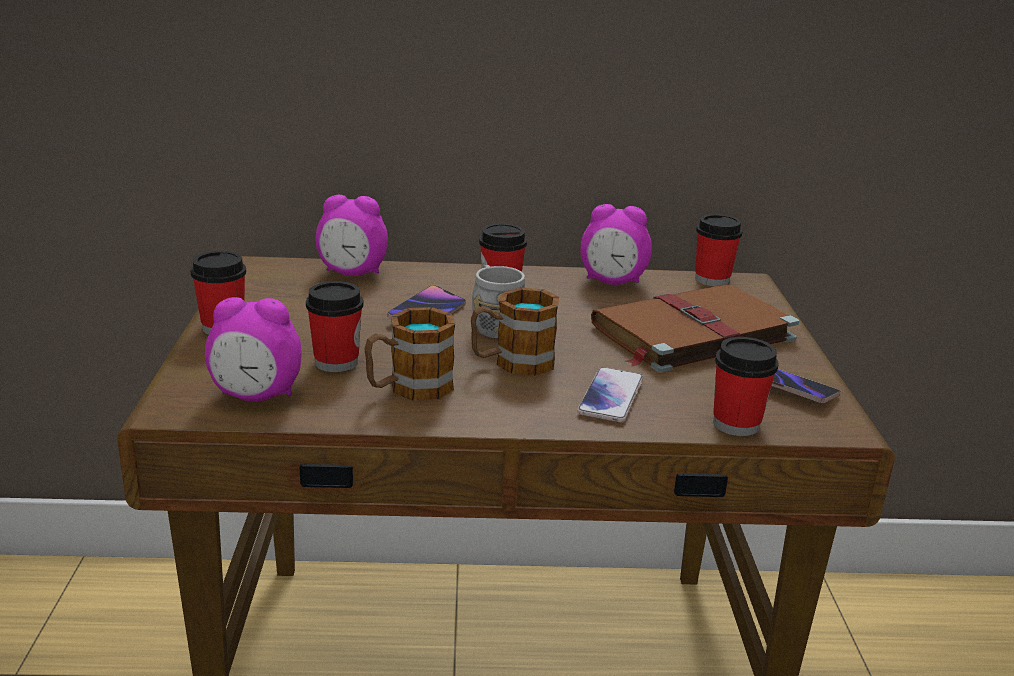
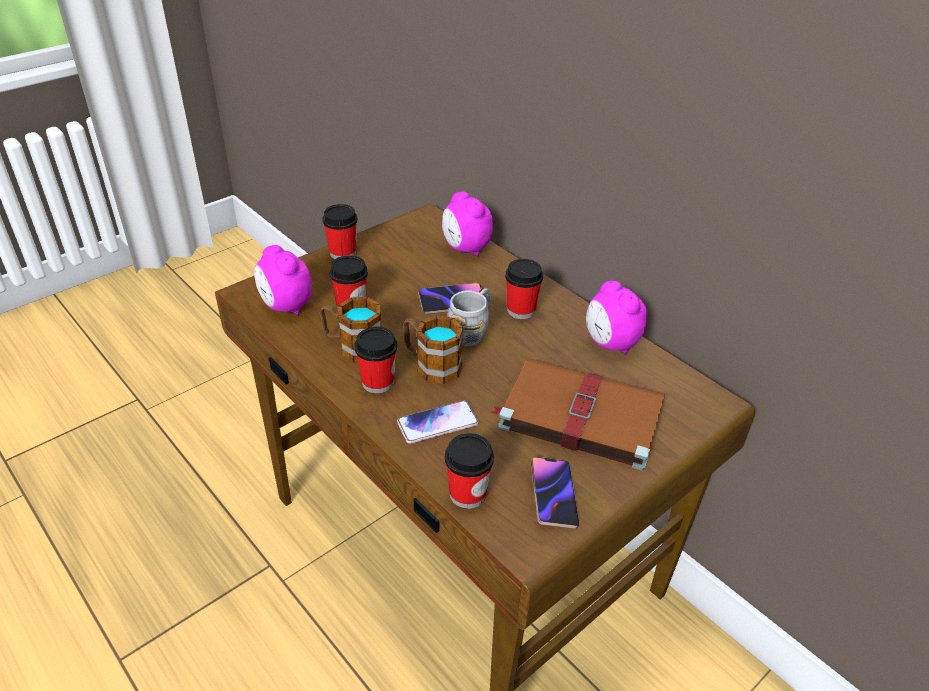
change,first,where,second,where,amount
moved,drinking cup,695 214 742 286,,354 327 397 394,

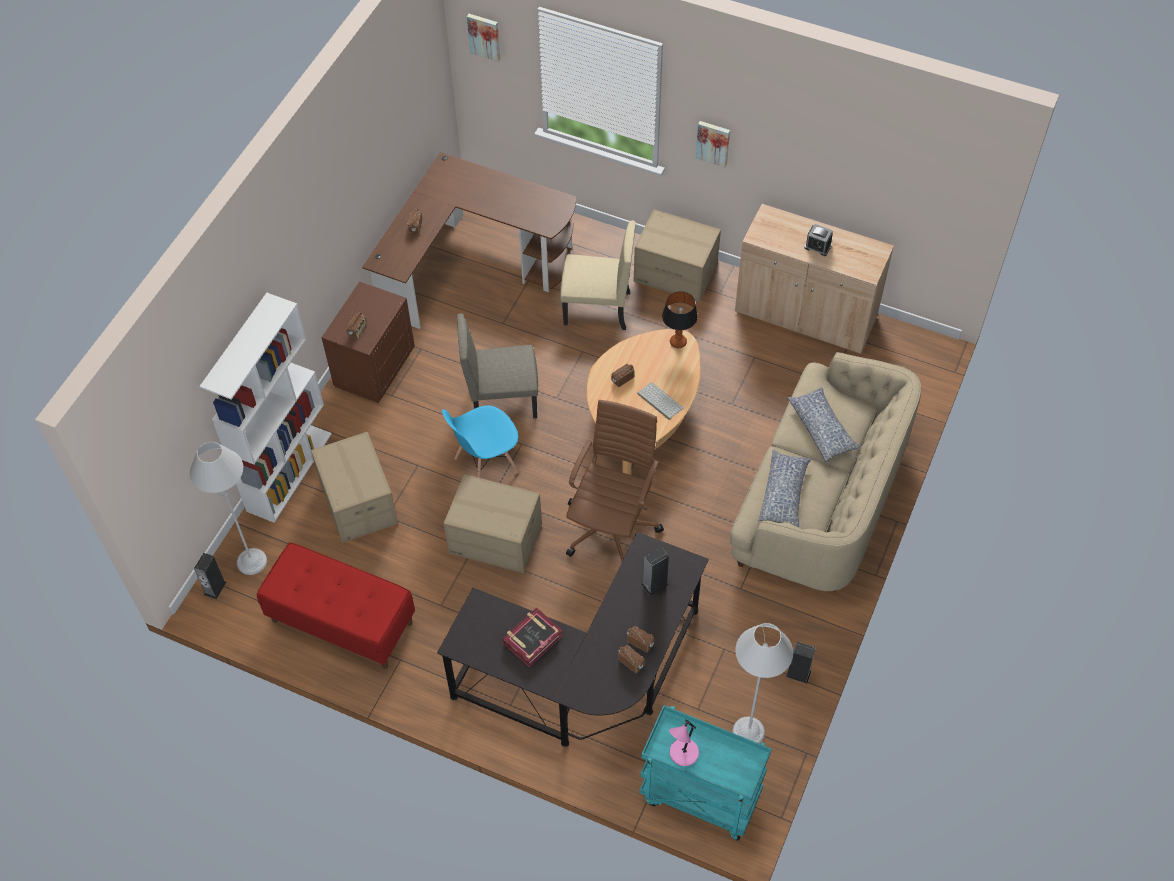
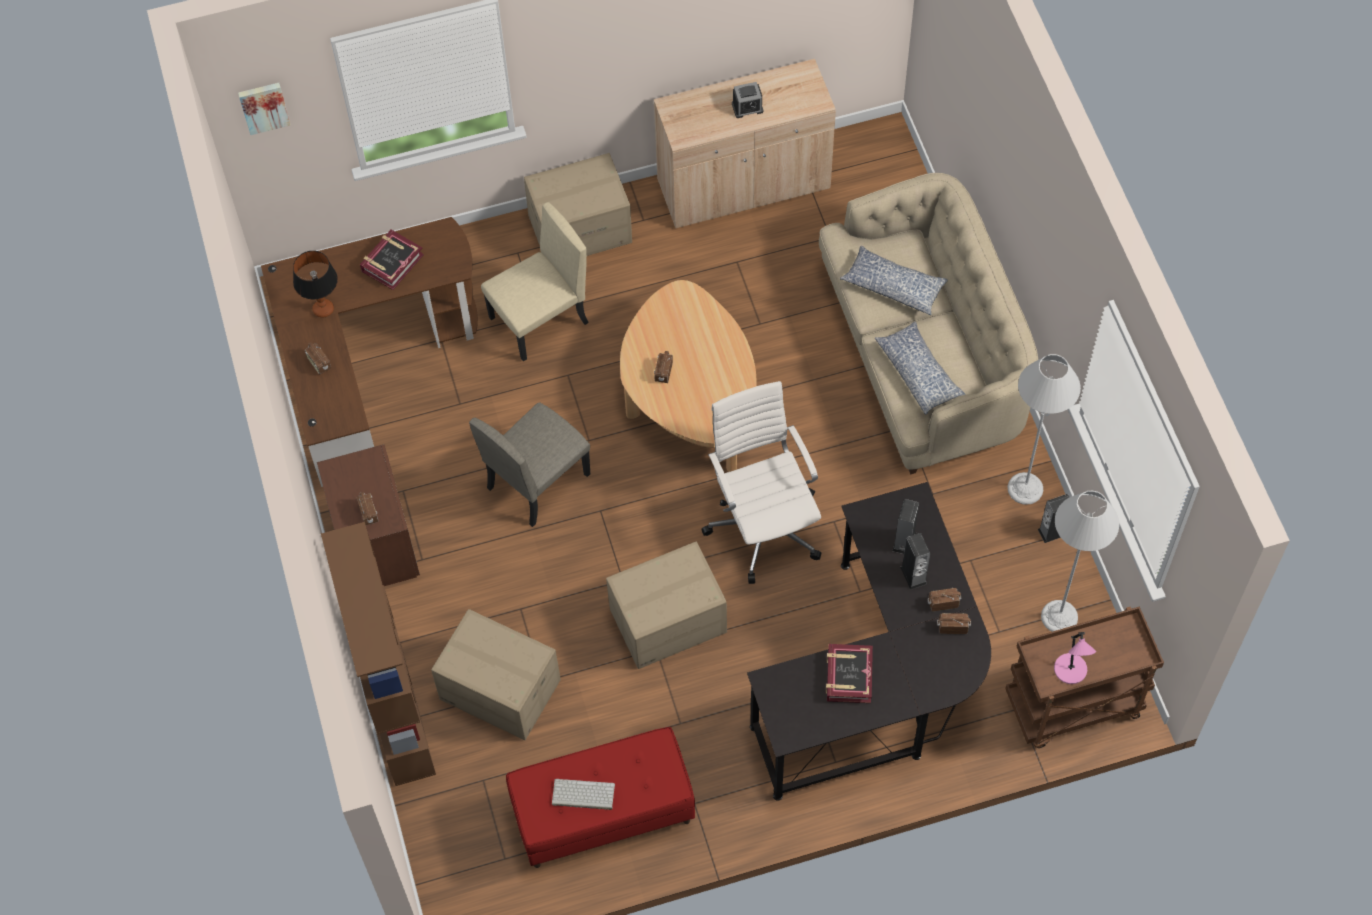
change,first,where,second,where,amount
moved,grey standard lamp,190 442 267 575,,1007 354 1081 504,
moved,audio speaker,194 553 226 599,,900 533 930 590,
recoloured,white bookcase,200 293 331 523,brown-coloured bookcase,321 522 436 786,
removed,blue chair,442 405 519 478,,,
recoloured,brown-coloured computer chair,566 400 664 561,white computer chair,701 381 821 584,
moved,keyboard,637 382 684 420,,552 779 615 810,
recoloured,blue-green cart,640 705 772 841,brown-coloured cart,1005 607 1164 748,
moved,table lamp,662 291 698 348,,293 251 338 317,
removed,wall art,696 121 730 168,,,
added,,,bound book,360 230 424 290,

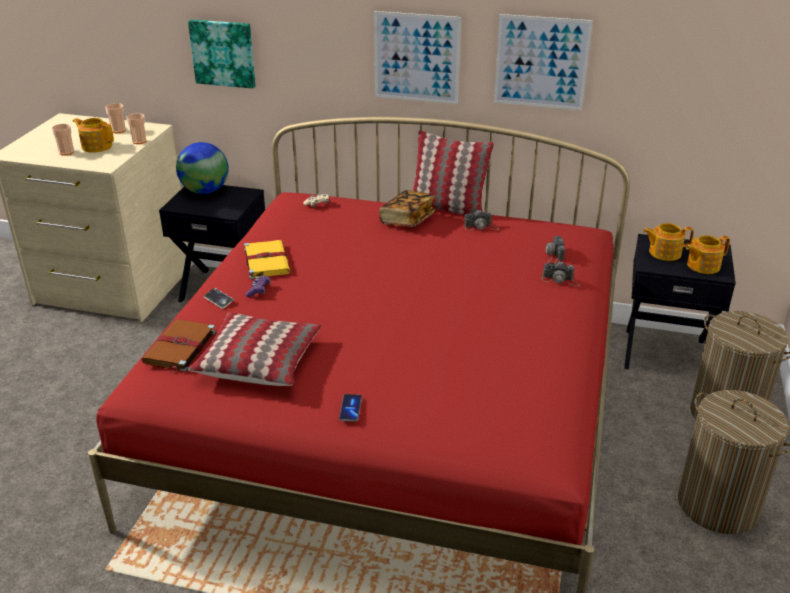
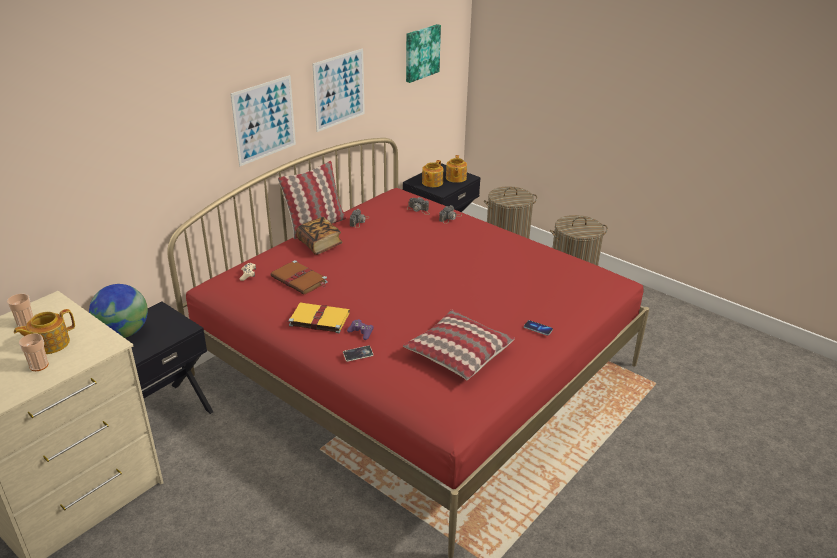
change,first,where,second,where,amount
removed,drinking cup,126 113 147 144,,,
moved,brown-coloured bound book,142 319 216 374,,271 260 328 295,
moved,wall art,188 19 256 89,,406 24 441 83,

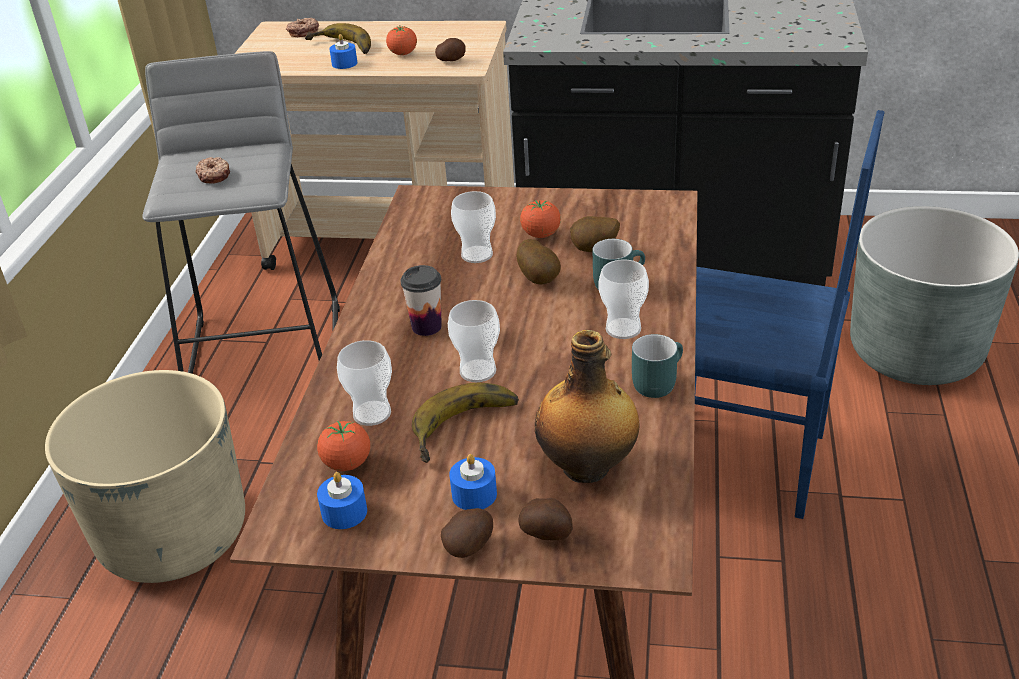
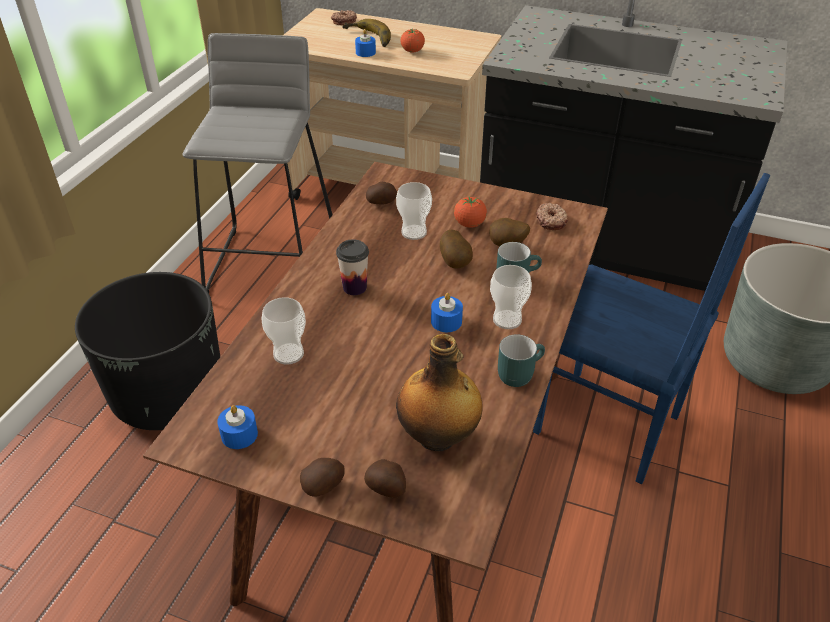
change,first,where,second,where,amount
recoloured,beige-coloured plant pot,45 370 245 583,blackish plant pot,75 272 220 430,
moved,ring doughnut,195 157 230 183,,536 203 568 230,
removed,tomato,317 421 370 471,,,
removed,banana,412 383 519 463,,,
moved,potato,435 38 466 61,,366 182 397 205,
removed,drinking cup,448 300 500 382,,,
moved,blue candle,449 454 497 510,,431 293 463 332,

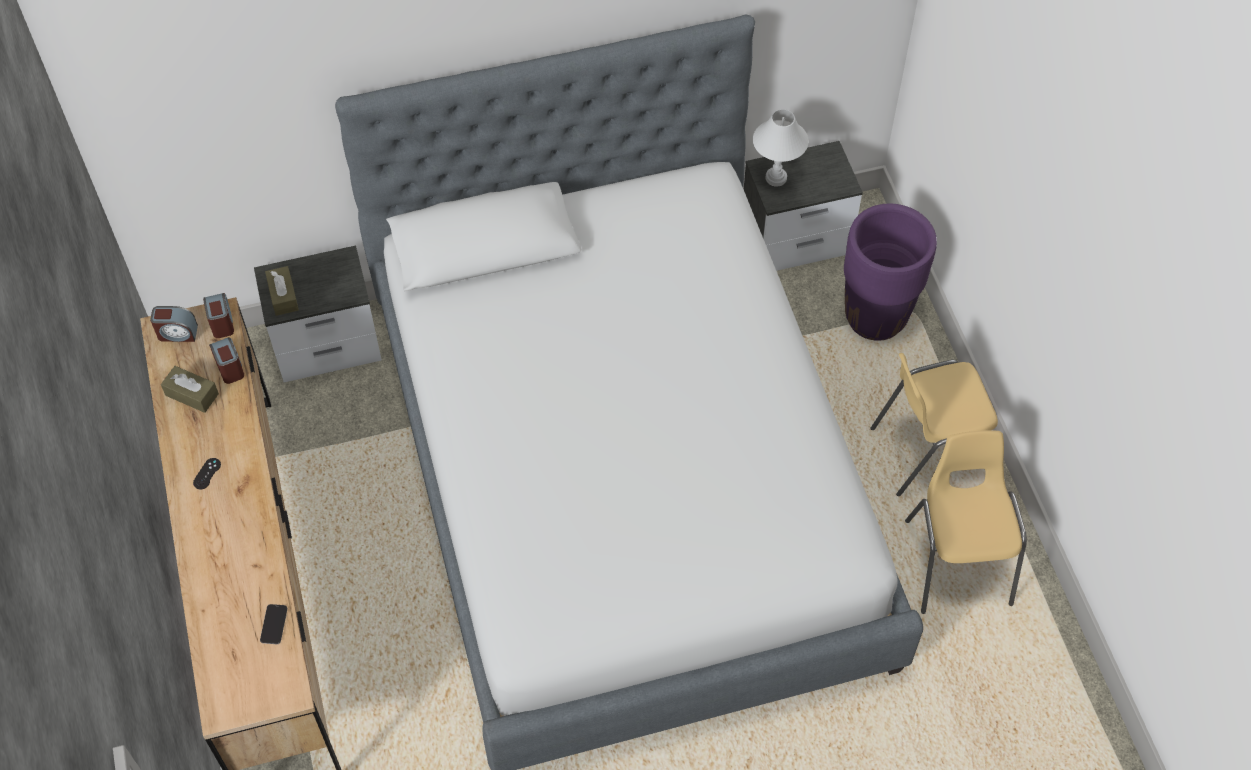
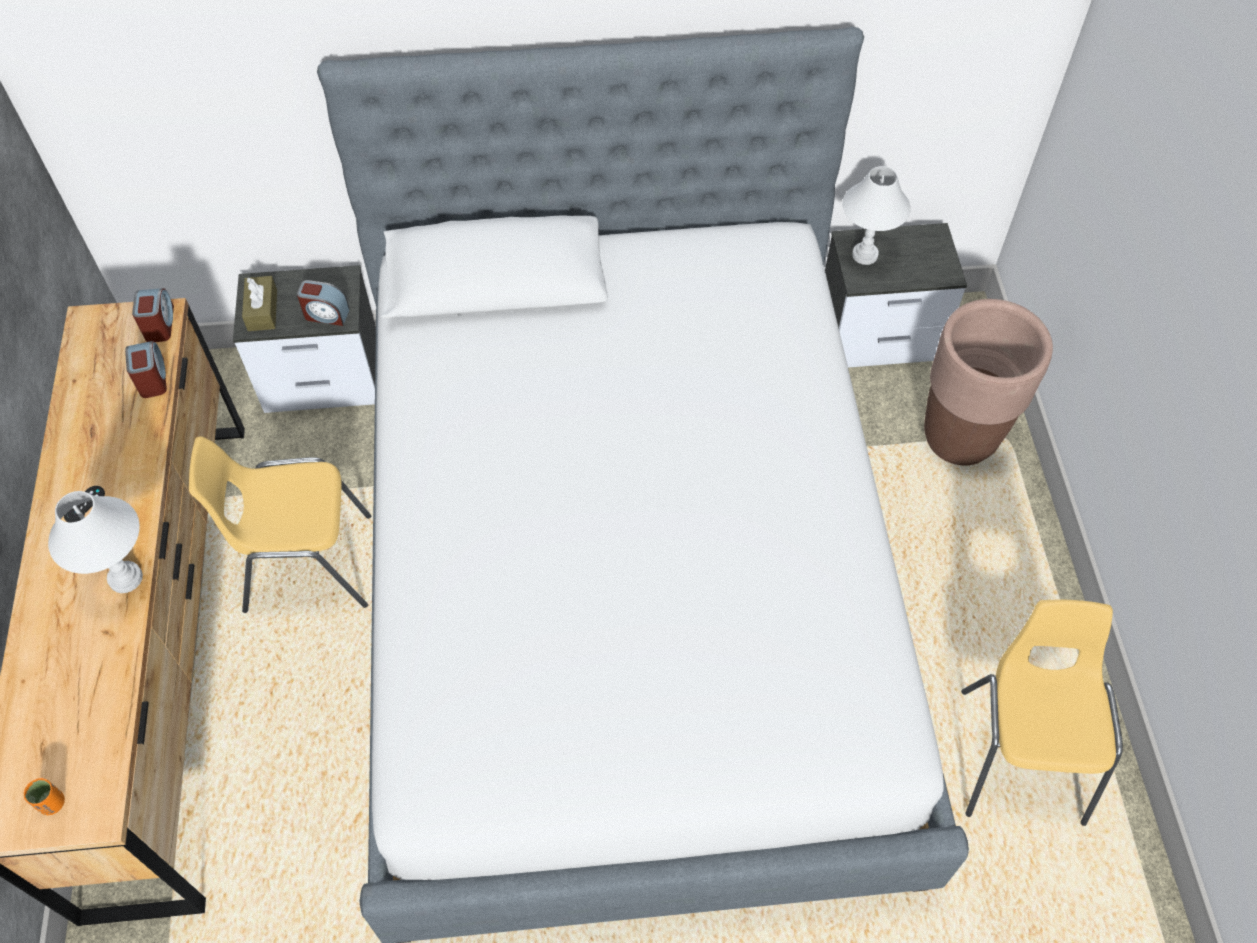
change,first,where,second,where,amount
moved,table clock,150 306 198 342,,297 280 350 326,
removed,brown-coloured tissue box,161 366 219 413,,,
removed,handset,260 604 287 644,,,
recoloured,purple-coloured plant pot,844 204 937 341,brown-coloured plant pot,924 299 1053 465,
moved,yellow chair,870 353 998 496,,189 436 371 613,
added,,,orange drinking cup,24 778 65 815,
added,,,white table lamp,48 491 143 593,

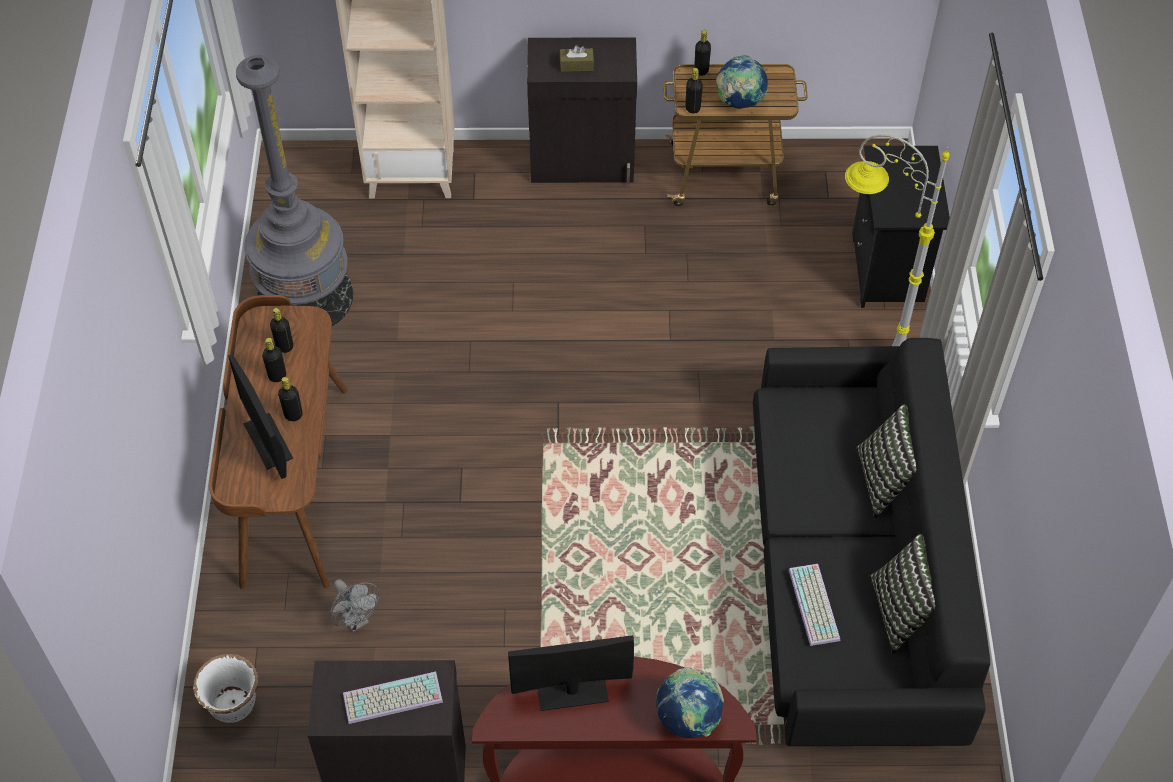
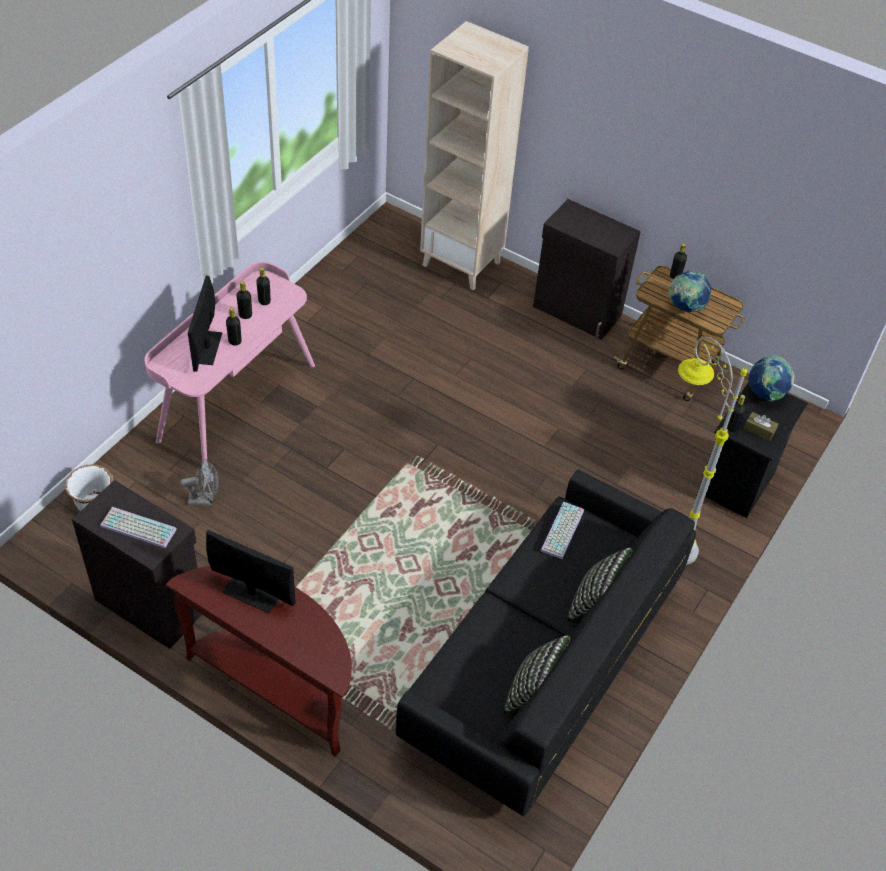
change,first,where,second,where,amount
recoloured,brown-coloured desk table,209 295 348 589,pink desk table,145 262 315 463,
removed,grey standard lamp,236 55 353 326,,,
turned,grey electric fan,330 579 379 632,,180 460 219 505,90 degrees counterclockwise
moved,brown-coloured tissue box,560 45 594 72,,744 412 778 441,
moved,globe,656 667 724 738,,749 356 794 402,
moved,blackish beverage bottle,685 68 703 114,,727 395 746 432,
moved,keyboard,789 564 840 646,,541 502 584 559,

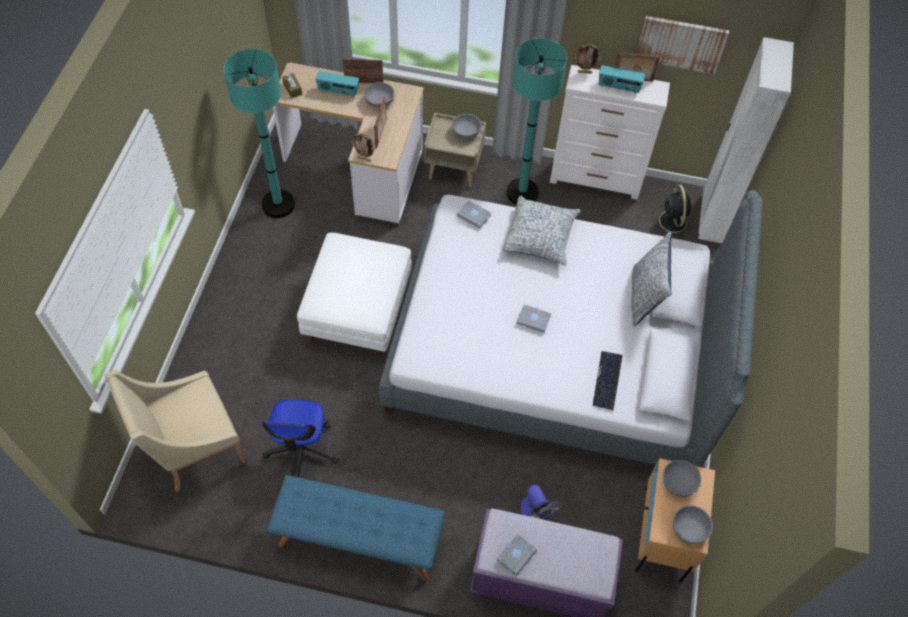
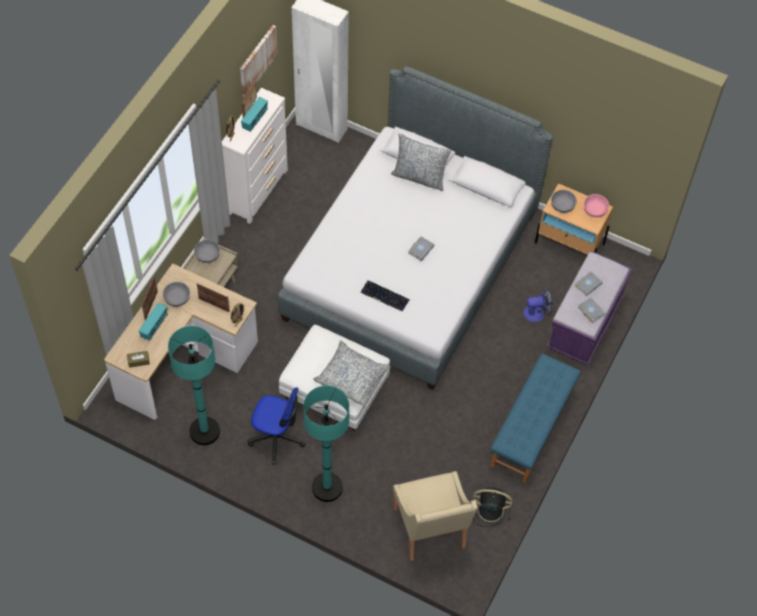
change,first,where,second,where,amount
moved,computer chair,262 399 339 477,,248 387 305 465,
moved,grey bound book,457 200 491 229,,575 271 603 296,
moved,pillow,503 195 581 266,,313 340 391 406,
moved,blue-green standard lamp,506 38 567 204,,303 386 349 502,
moved,keyboard,593 351 623 411,,360 280 410 312,
moved,blackish electric fan,652 185 693 238,,473 487 513 527,
recoloured,grey deep dish,673 505 713 544,pink deep dish,584 194 609 217,

